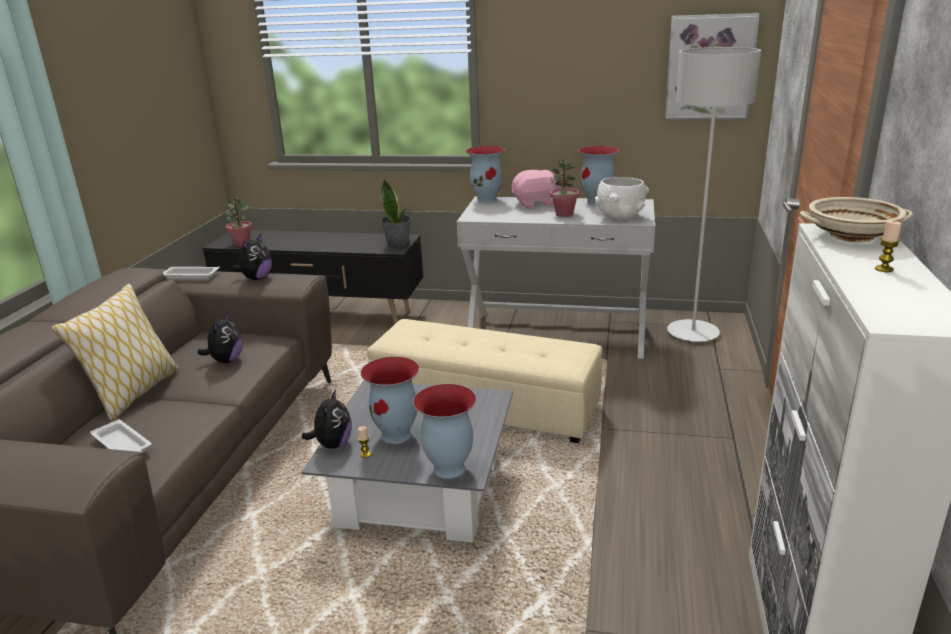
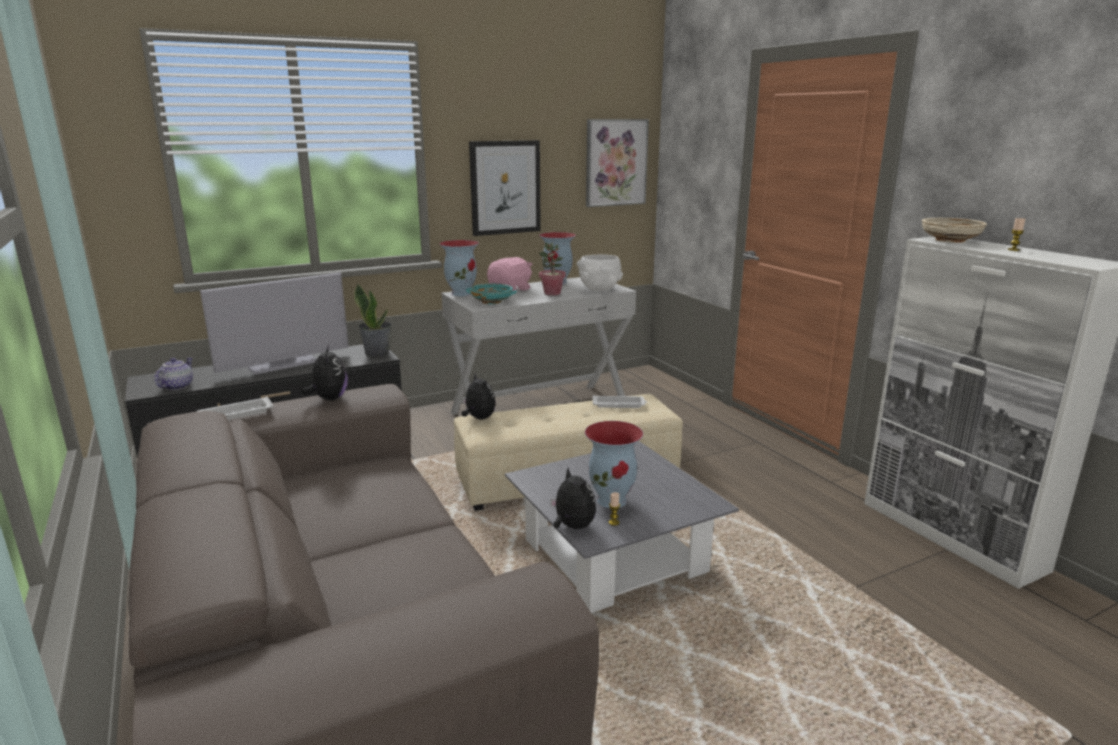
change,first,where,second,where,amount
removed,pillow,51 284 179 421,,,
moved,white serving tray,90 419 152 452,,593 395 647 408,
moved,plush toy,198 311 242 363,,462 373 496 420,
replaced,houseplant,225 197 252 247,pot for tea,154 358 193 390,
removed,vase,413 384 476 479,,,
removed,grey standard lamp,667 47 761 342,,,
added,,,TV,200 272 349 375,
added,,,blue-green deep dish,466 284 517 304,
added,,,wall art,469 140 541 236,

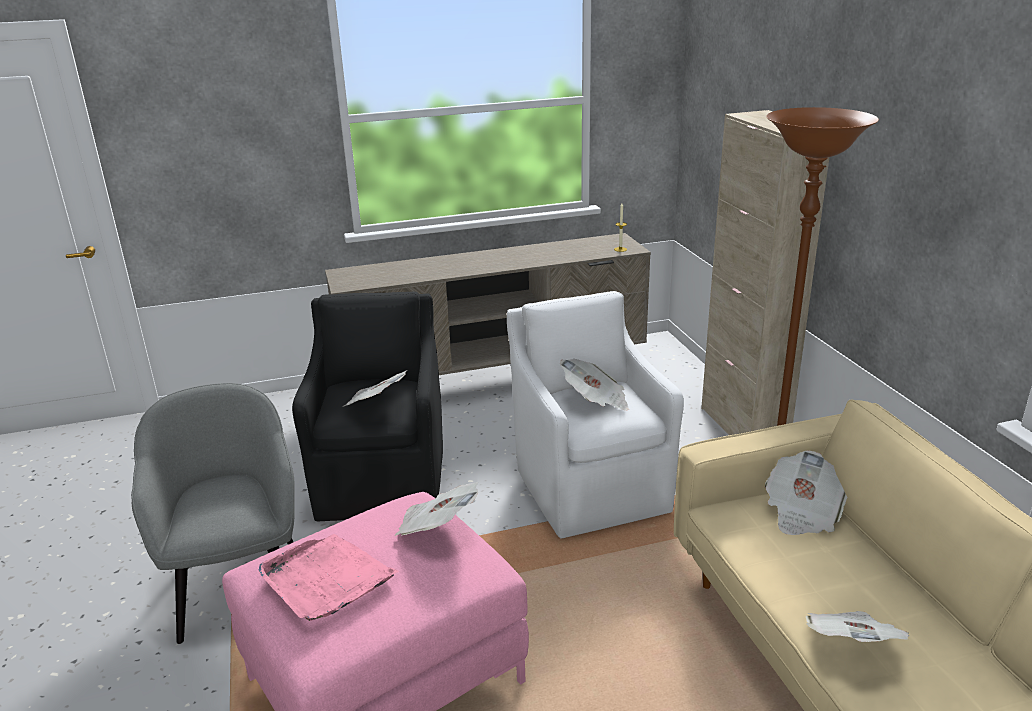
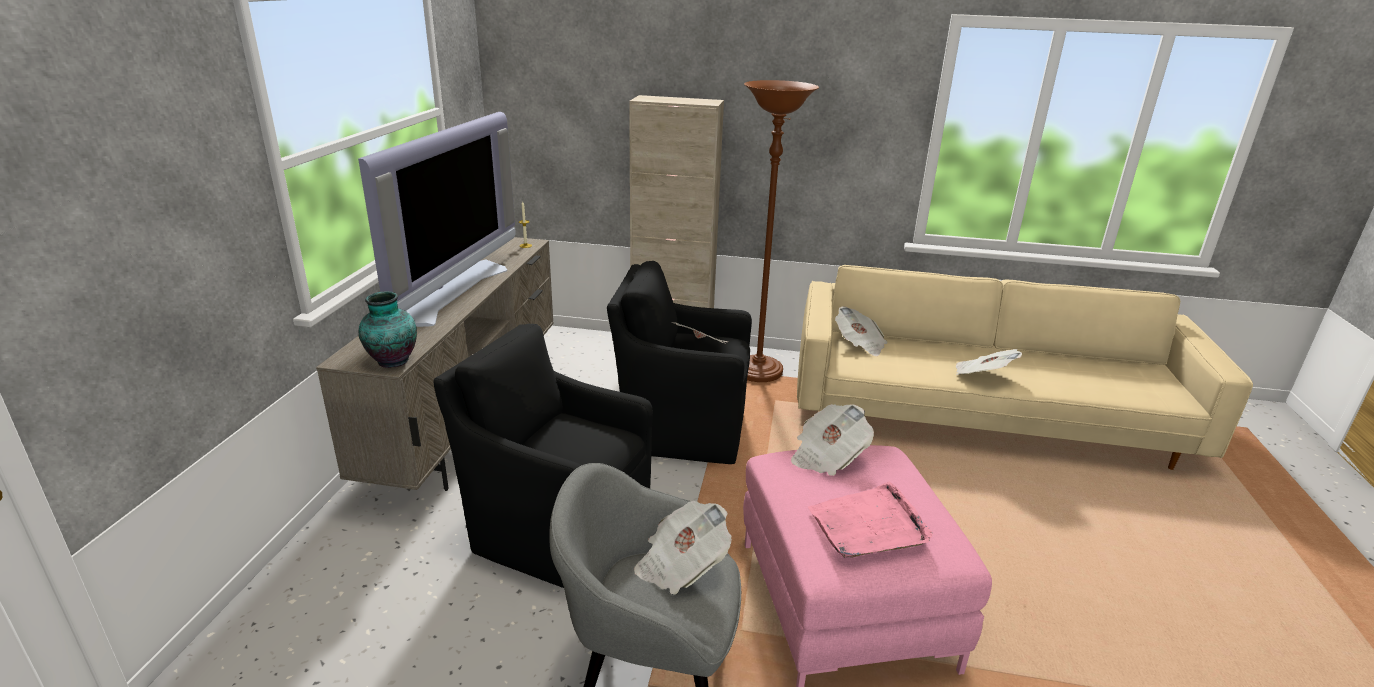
change,first,where,second,where,amount
moved,newspaper,343 370 408 407,,634 501 732 595,
recoloured,white armchair,507 291 684 538,blackish armchair,607 261 752 464,
added,,,TV,358 112 516 327,
added,,,vase,359 291 417 368,

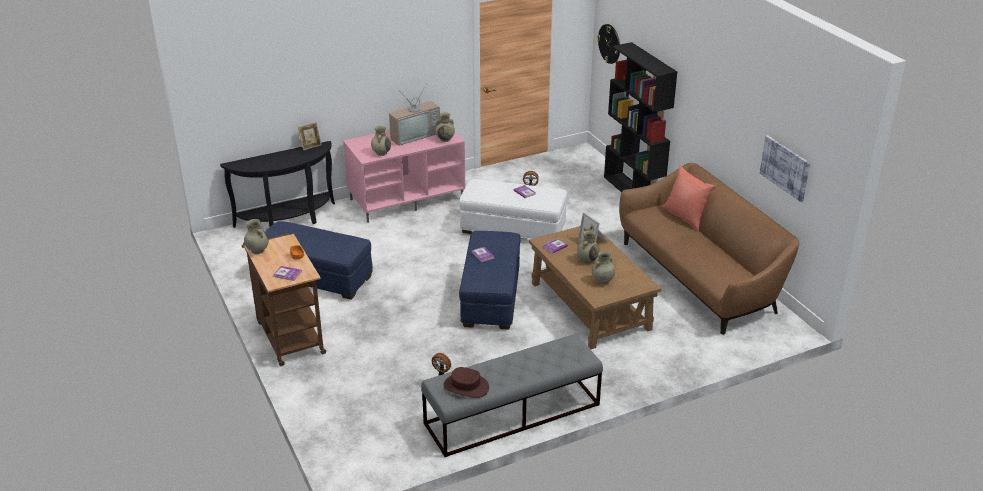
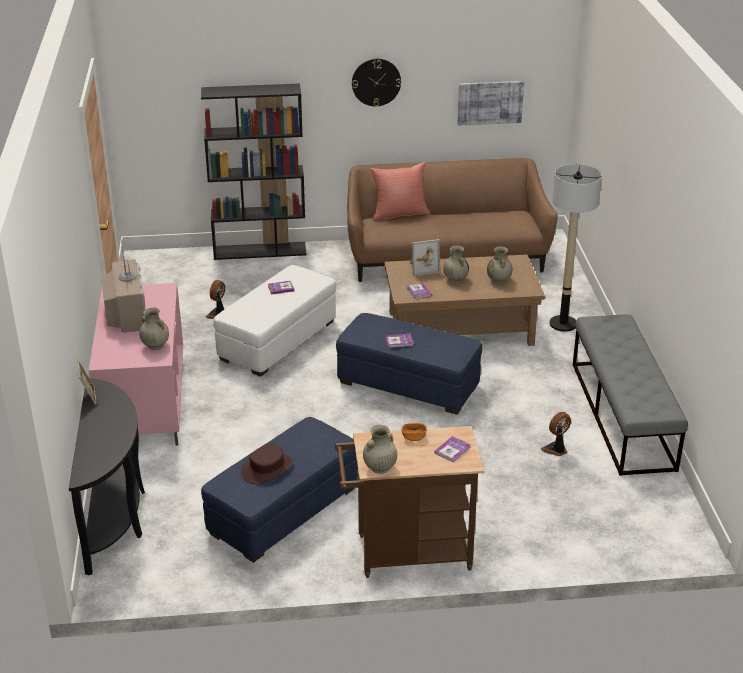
change,first,where,second,where,amount
removed,beige-coloured vase,435 113 455 142,,,
moved,brown-coloured hat,443 367 489 398,,241 444 293 484,
moved,hanging clock,597 24 620 64,,352 59 401 107,
added,,,standard lamp,550 164 602 332,

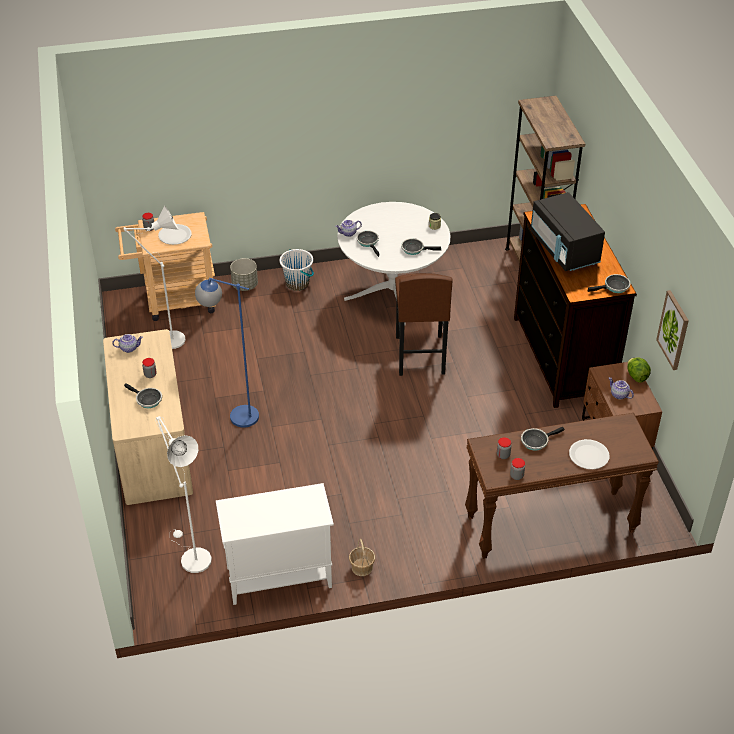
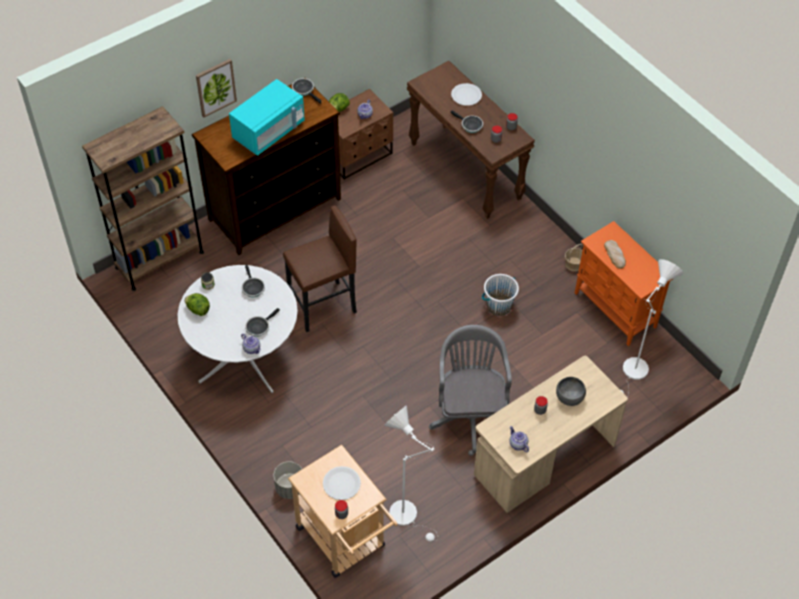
change,first,where,second,where,amount
replaced,frying pan,124 383 162 408,grey deep dish,556 377 586 406,
replaced,blue standard lamp,195 278 259 428,grey computer chair,429 325 512 456,
recoloured,white cabinet,216 483 334 605,orange cabinet,575 221 673 346,
moved,white water bucket,280 249 314 291,,482 274 519 316,
recoloured,blackish microwave,530 192 605 271,blue-green microwave,229 79 305 156,
moved,wall art,656 290 689 370,,196 59 237 117,
added,,,head of lettuce,184 293 210 316,
added,,,bread,604 240 626 269,

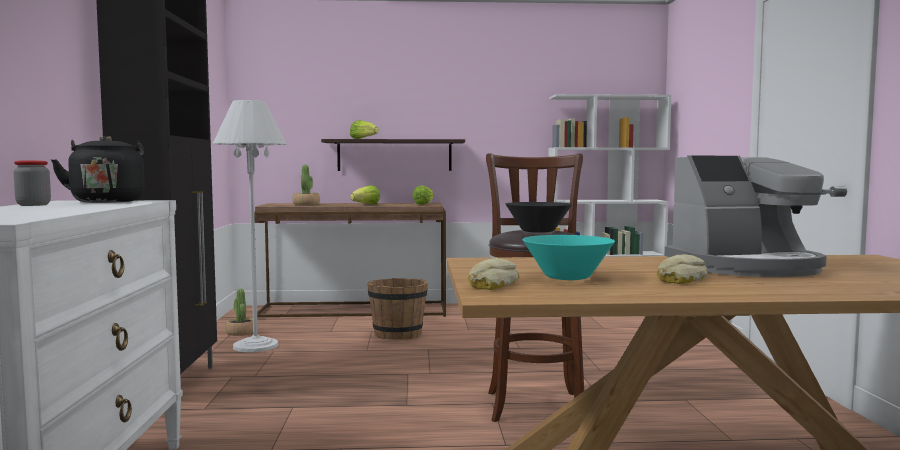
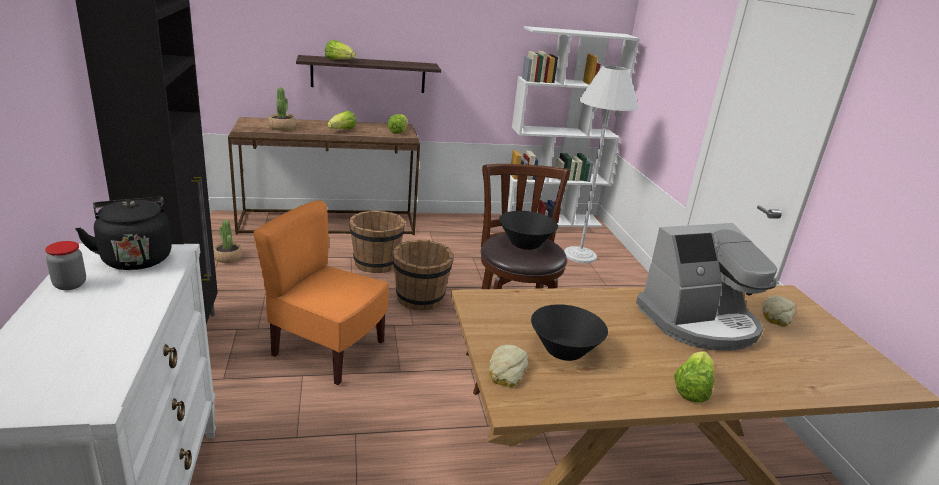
change,first,where,second,where,amount
moved,white standard lamp,212 100 287 352,,564 65 639 263,
recoloured,blue-green deep dish,522 235 615 280,blackish deep dish,531 304 608 361,
moved,bread,656 254 708 284,,762 296 795 327,
added,,,orange chair,254 200 389 385,
added,,,brown-coloured water bucket,393 240 453 311,
added,,,head of lettuce,674 351 714 403,

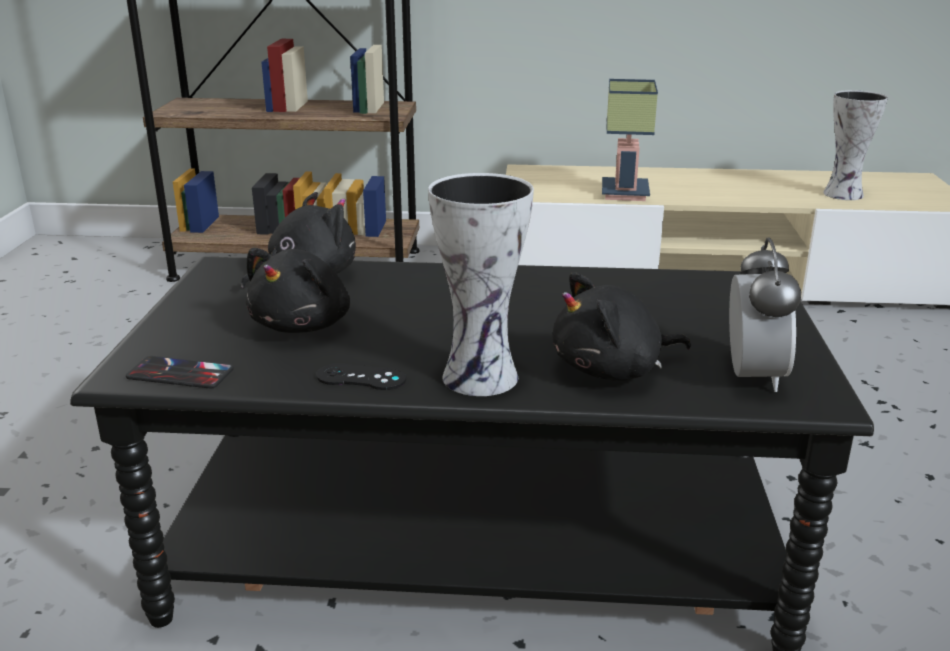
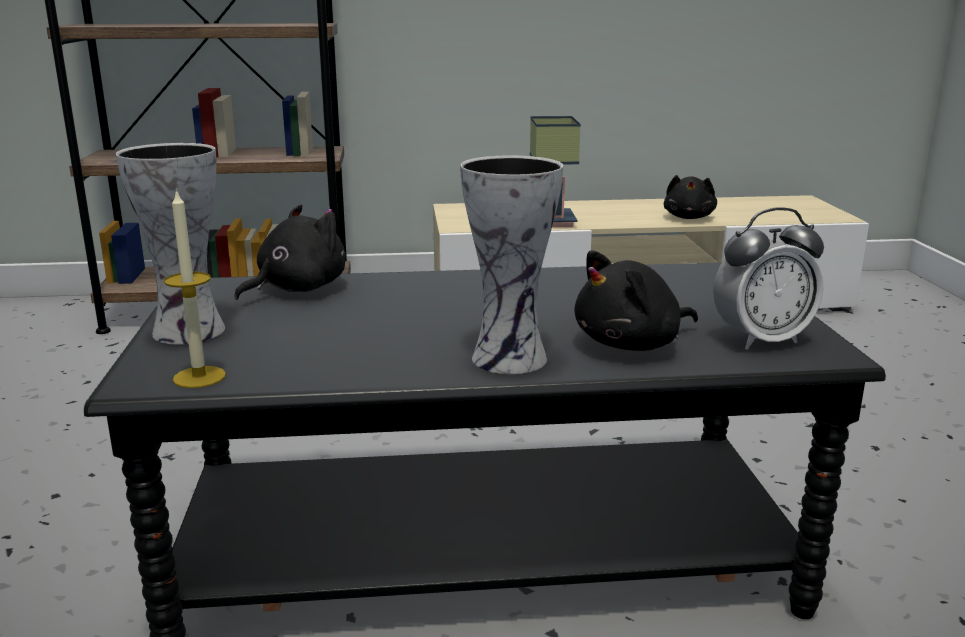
change,first,where,second,where,amount
replaced,handset,126 356 234 389,candle,164 189 226 388,
moved,blackish plush toy,246 248 350 333,,664 175 717 219,
removed,blackish gamepad,316 363 406 390,,,
turned,table clock,729 238 801 392,,713 207 824 350,75 degrees clockwise
moved,vase,823 90 888 200,,116 143 225 344,

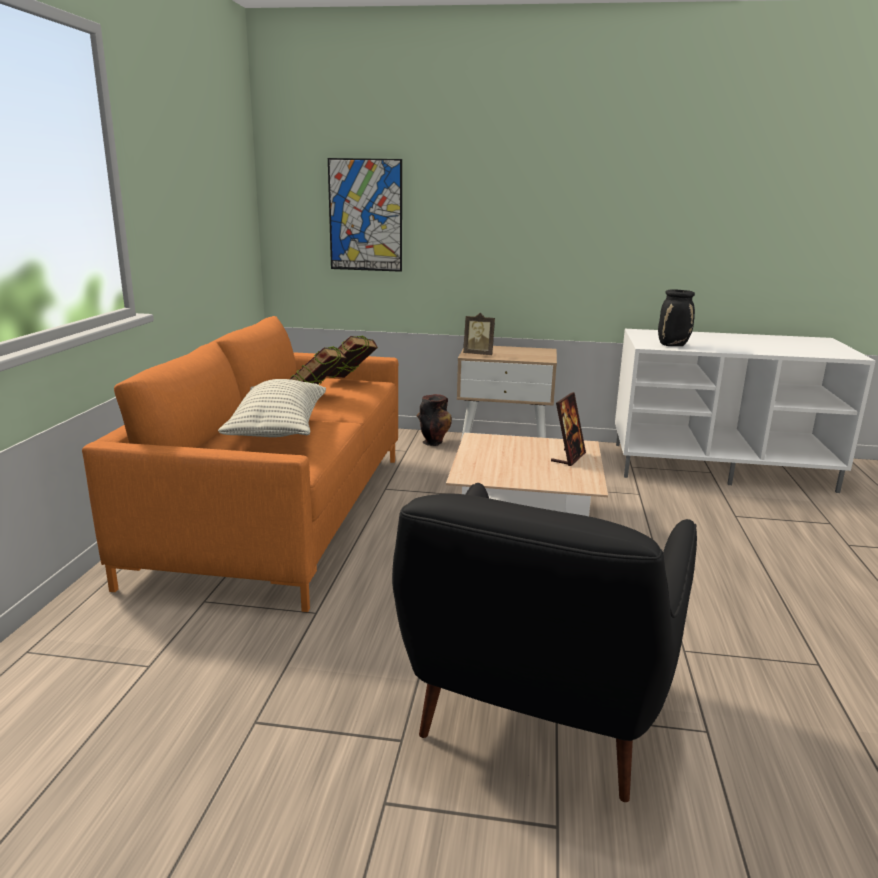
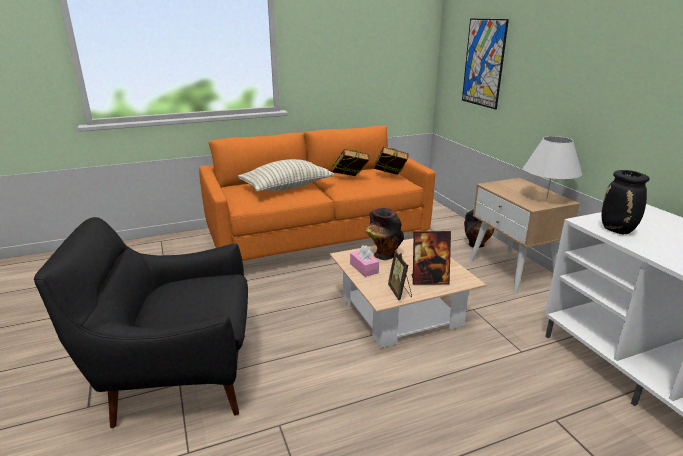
change,first,where,second,where,amount
moved,standing frame,463 313 495 355,,388 250 412 300,
added,,,pink tissue box,350 245 379 277,
added,,,vase,366 208 404 260,
added,,,white table lamp,523 136 582 199,

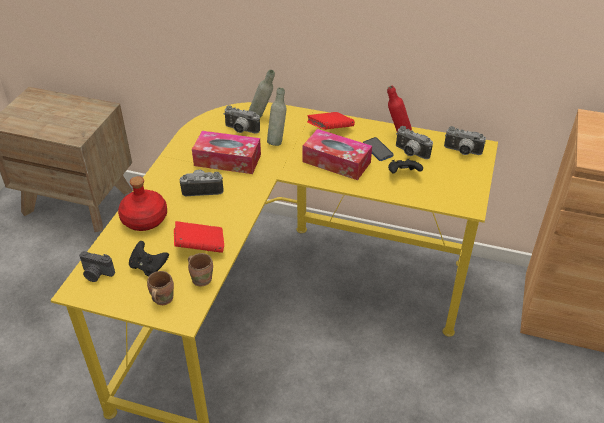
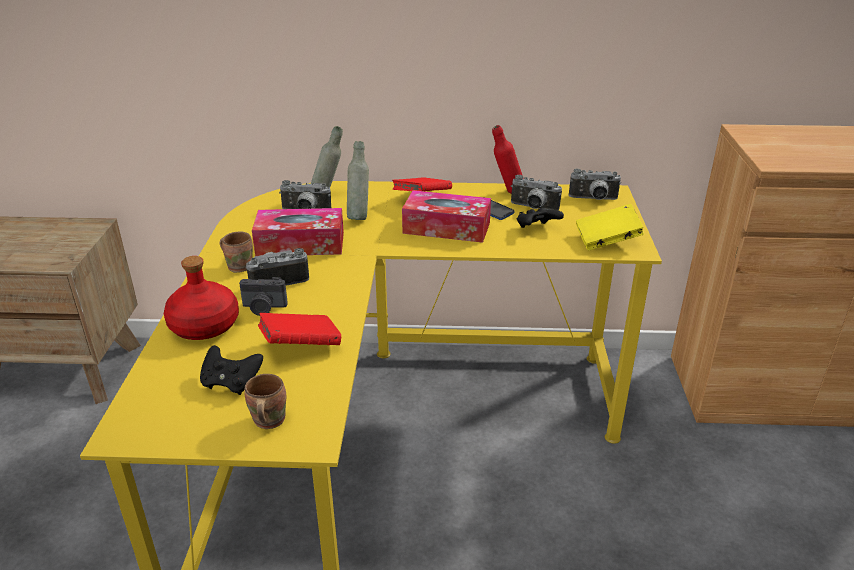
change,first,where,second,where,amount
moved,photo camera,79 251 115 282,,239 277 288 316,
moved,brown-coloured coffee mug,188 253 213 287,,220 231 253 273,
added,,,yellow bound book,576 204 644 250,

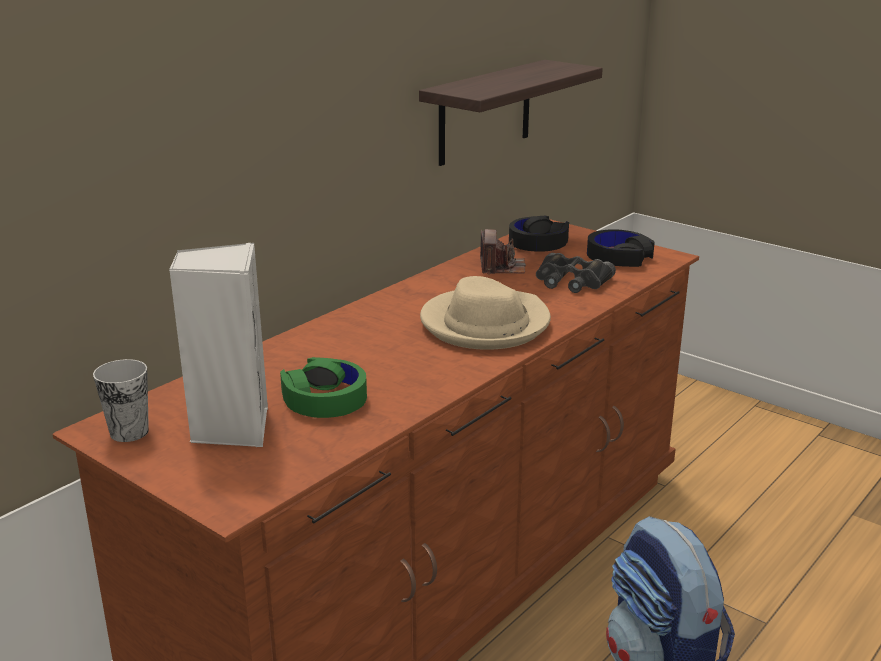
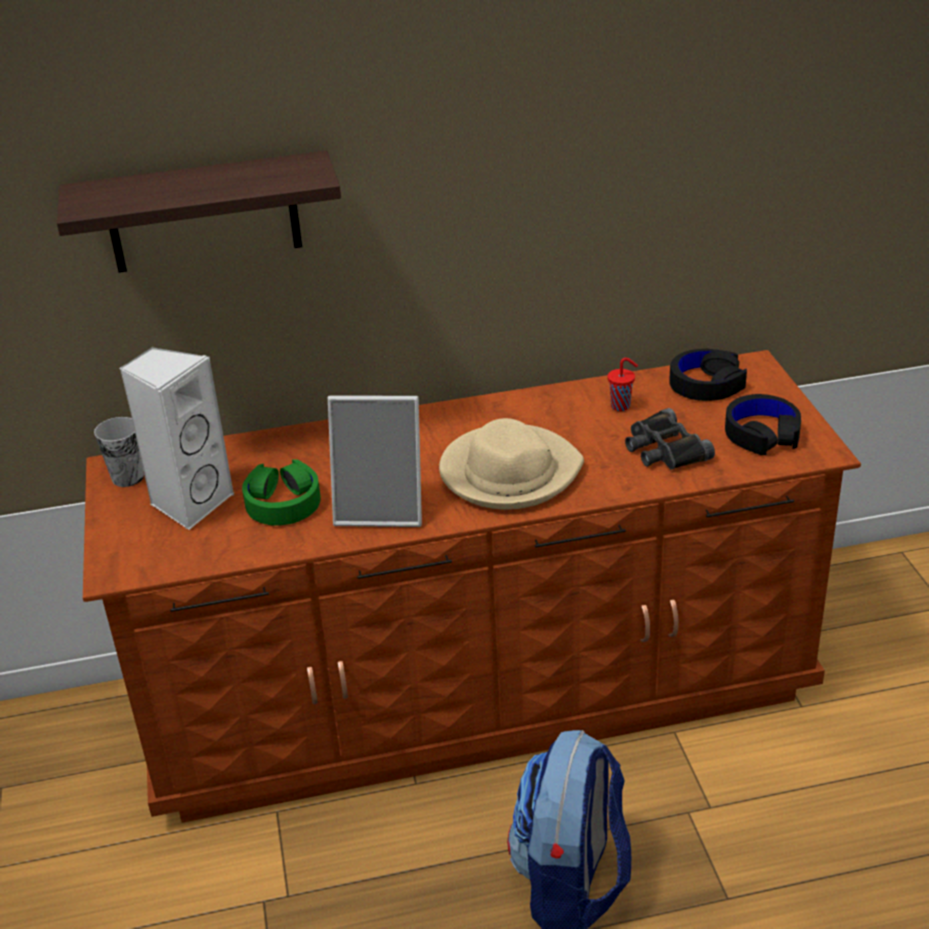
change,first,where,second,where,amount
moved,bracket shelf,419 60 603 166,,57 151 341 273,
replaced,photo camera,480 229 526 274,reddish drinking cup,607 358 638 411,
added,,,standing frame,328 396 422 527,

